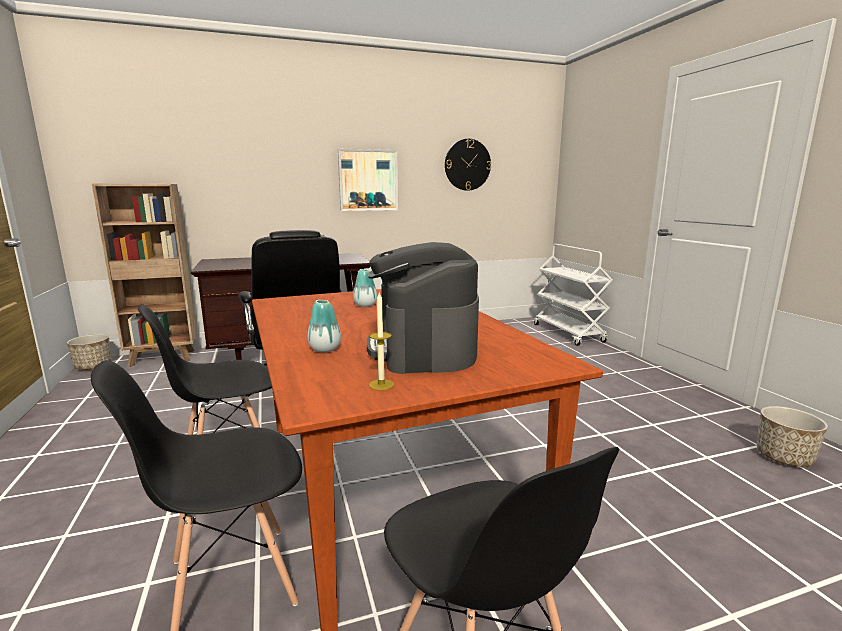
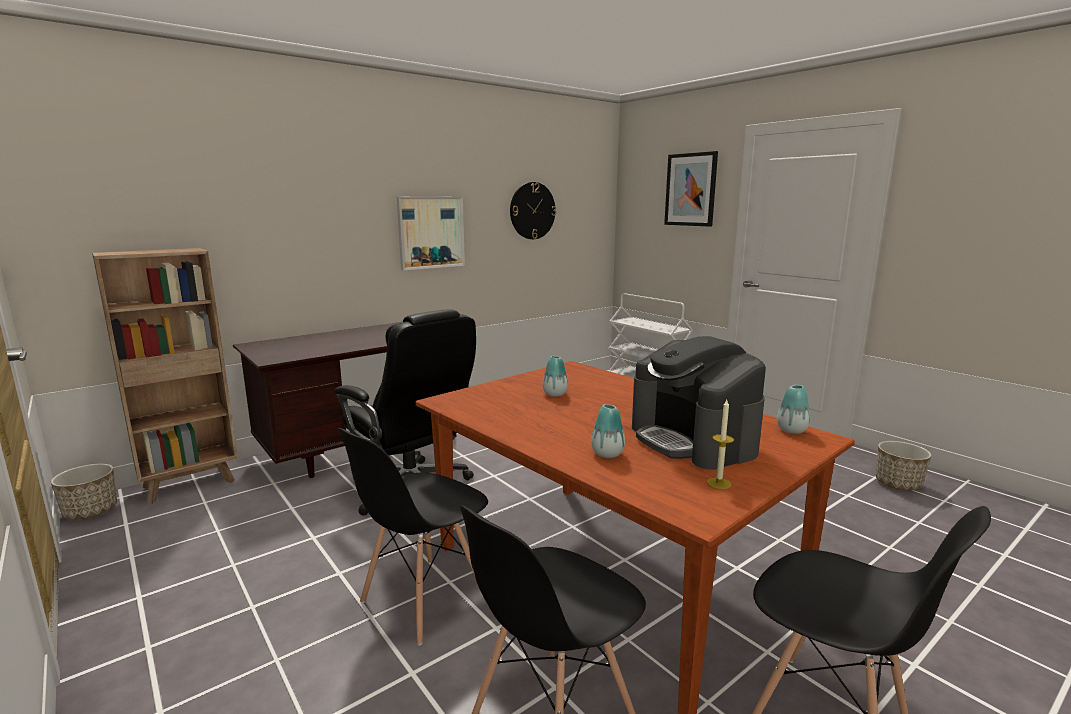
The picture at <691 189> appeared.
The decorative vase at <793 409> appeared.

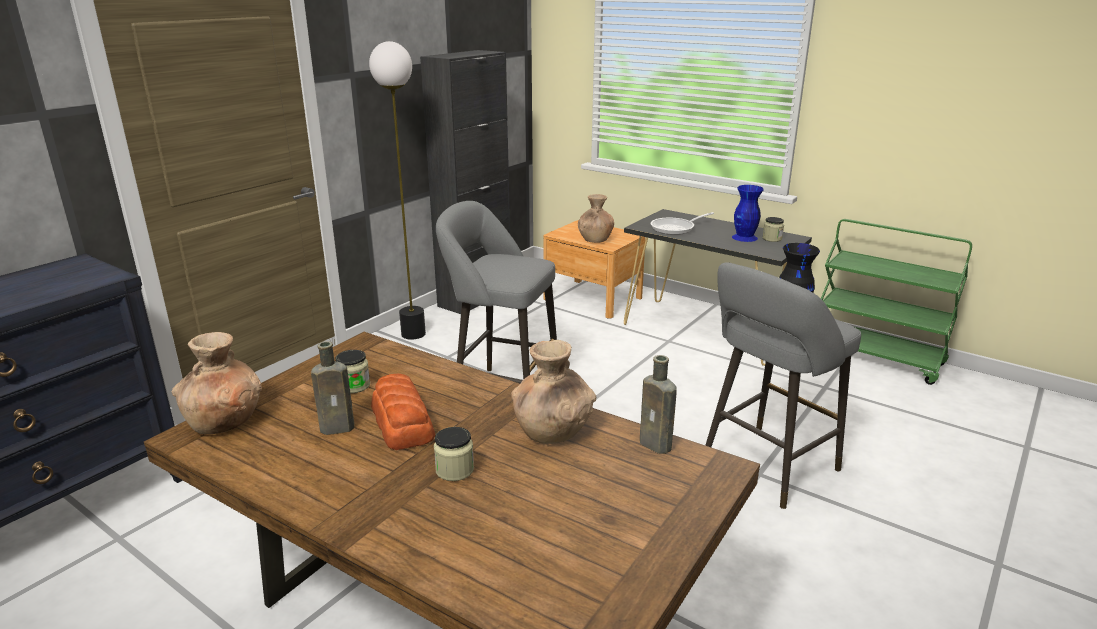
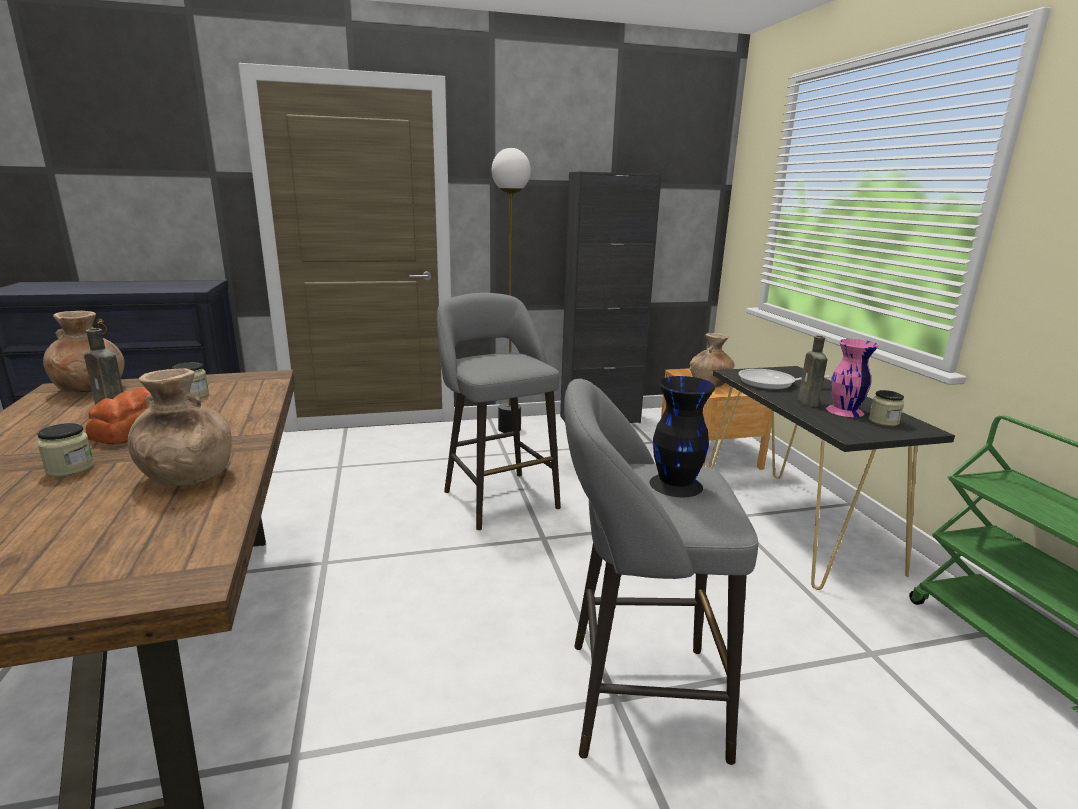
The decorative vase in bluish at <748 213> became the decorative vase in pink at <852 378>.
The beverage bottle in brownish moved from <658 404> to <812 371>.

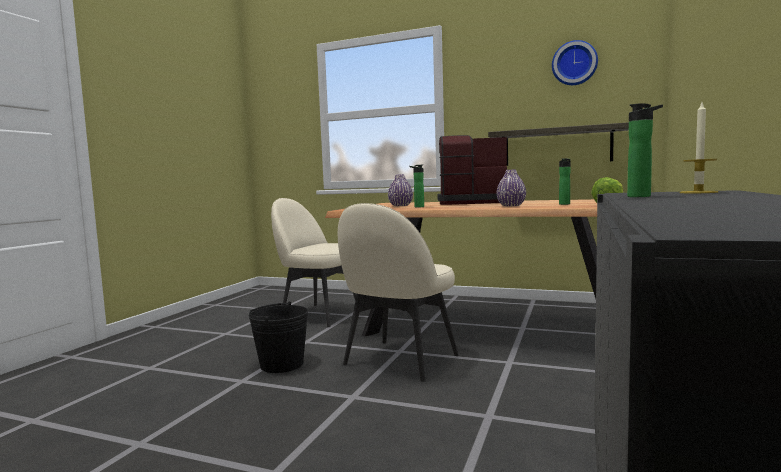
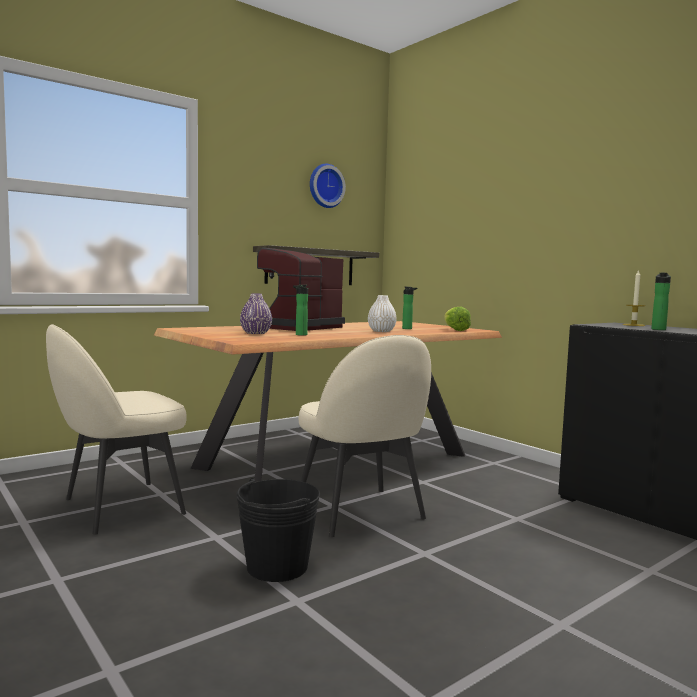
The decorative vase in purple-coloured at <511 188> became the decorative vase in white-coloured at <382 313>.

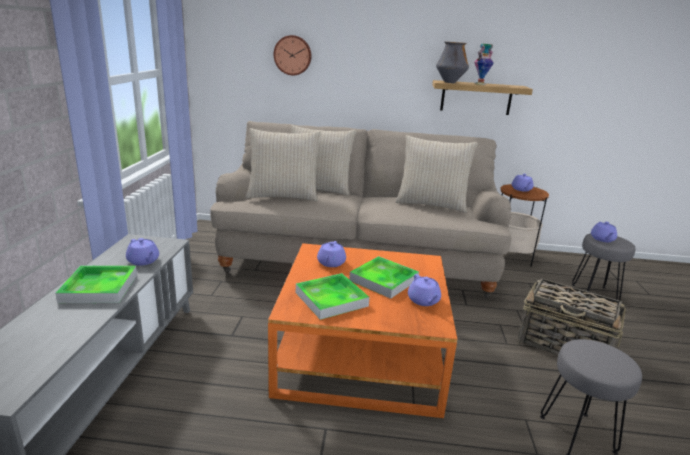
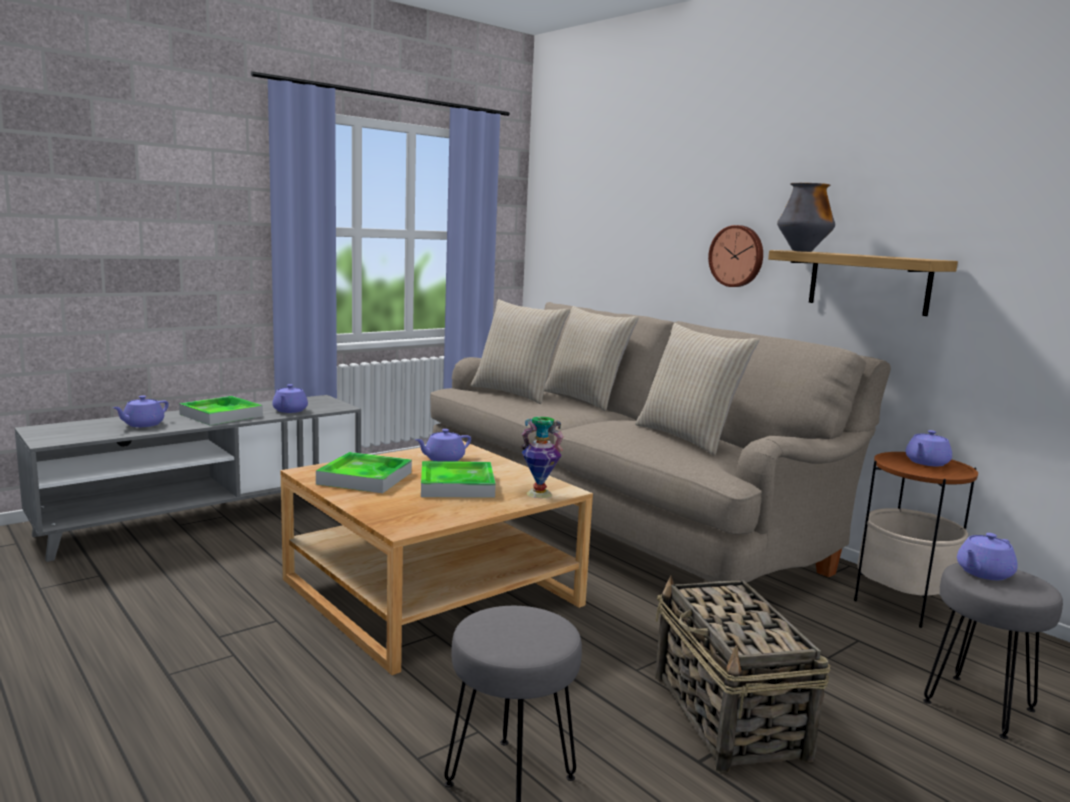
The clock on the wall moved from <293 55> to <735 256>.
The decorative vase moved from <484 64> to <542 457>.
The coffee table in orange at <362 330> became the coffee table in beige-coloured at <436 558>.
The teapot in purple-coloured moved from <424 290> to <140 411>.

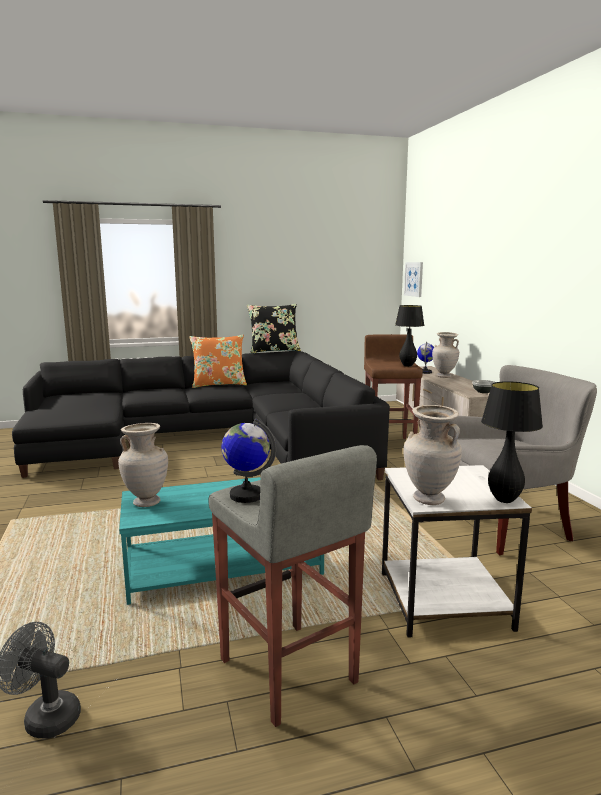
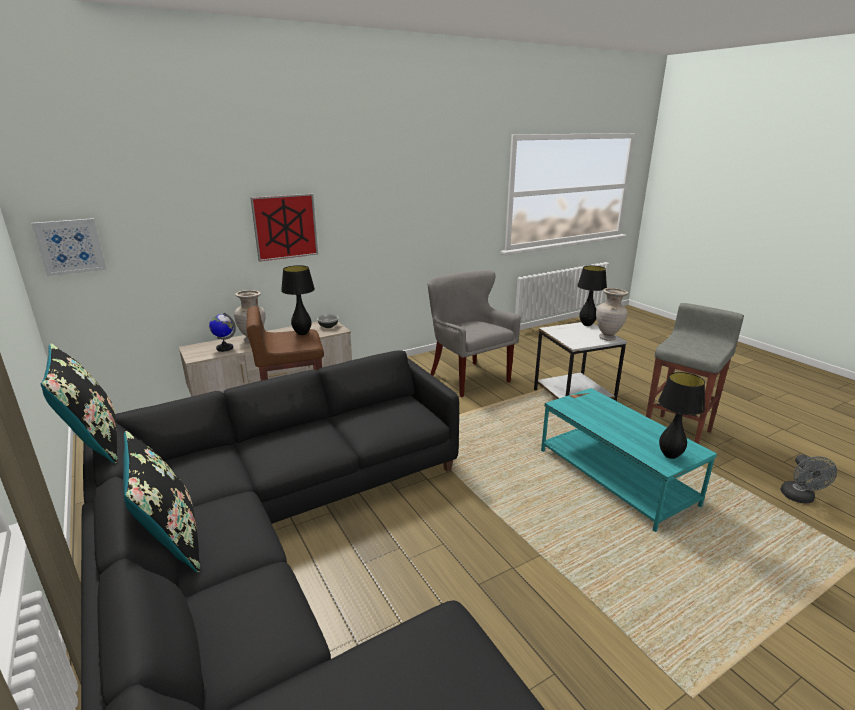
The cushion in orange at <218 361> became the cushion in blackish at <161 501>.
The desk globe at <248 461> disappeared.
The decorative vase in beige-coloured at <143 465> was replaced by the tabletop lamp in blackish at <681 415>.
The picture at <284 228> appeared.

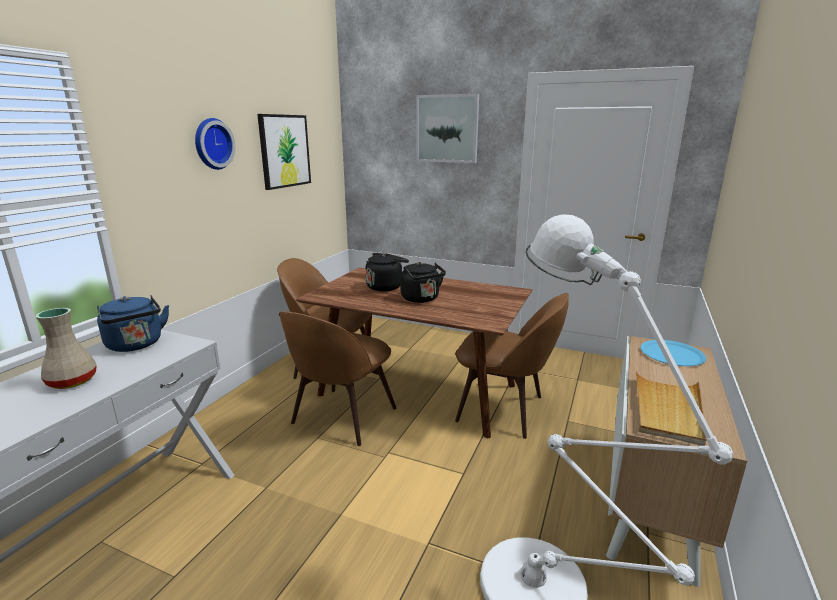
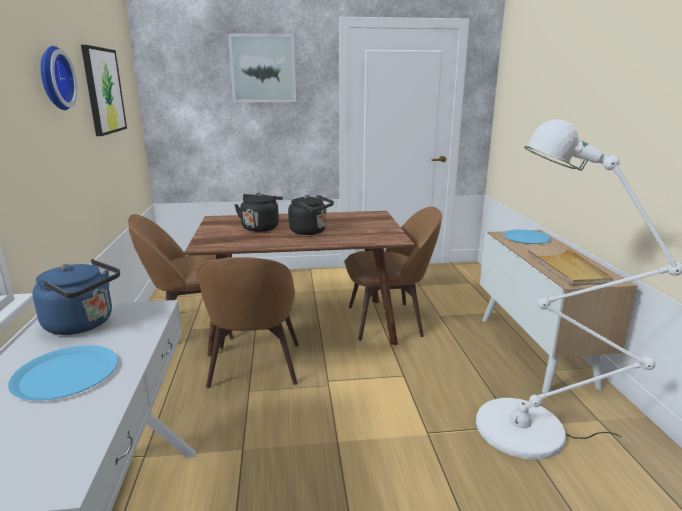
The decorative vase in beige-coloured at <66 348> was replaced by the flat dish in bluish at <63 373>.

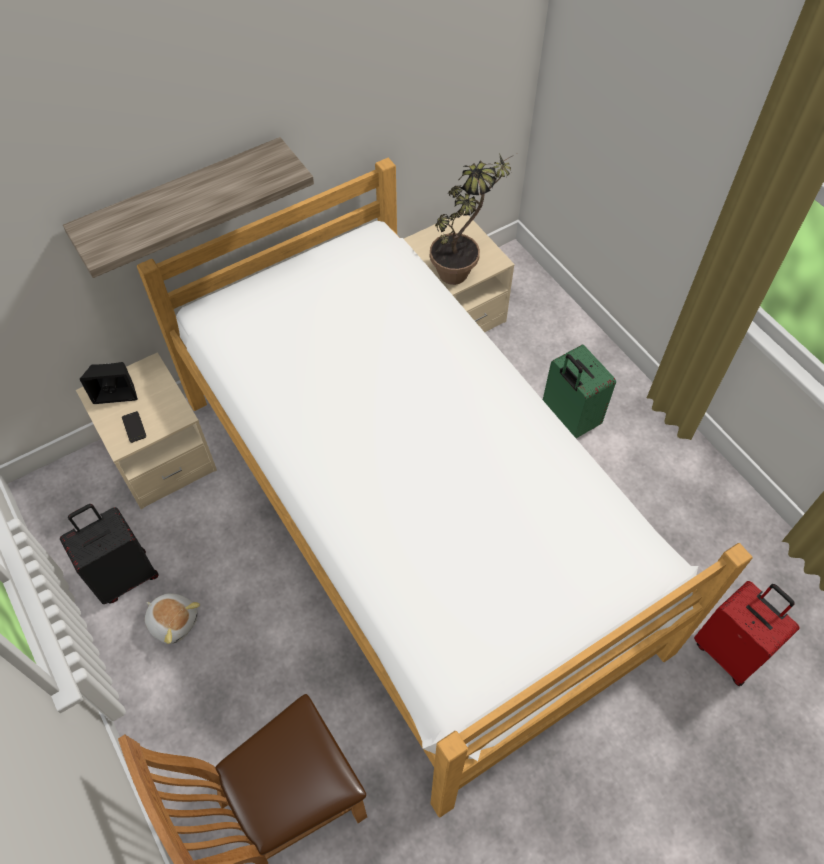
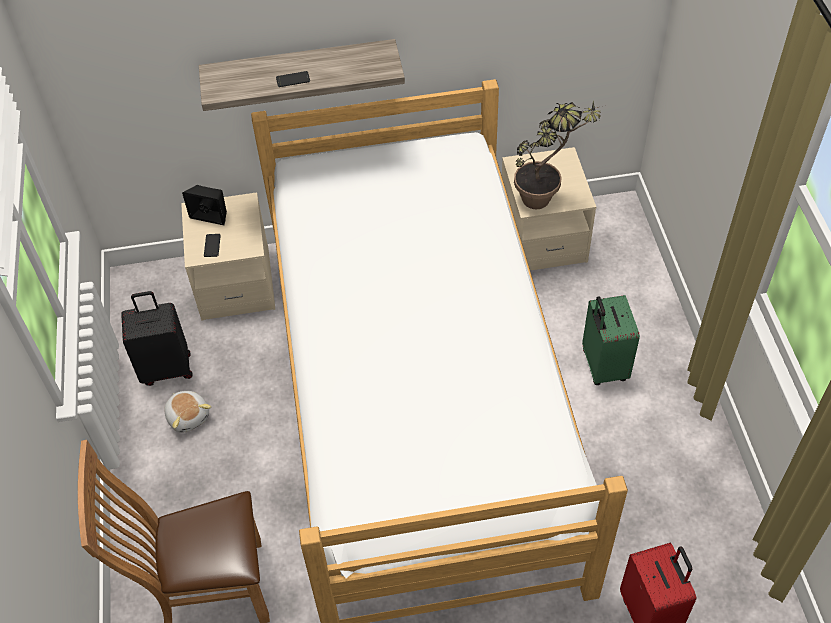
The handset at <293 79> appeared.

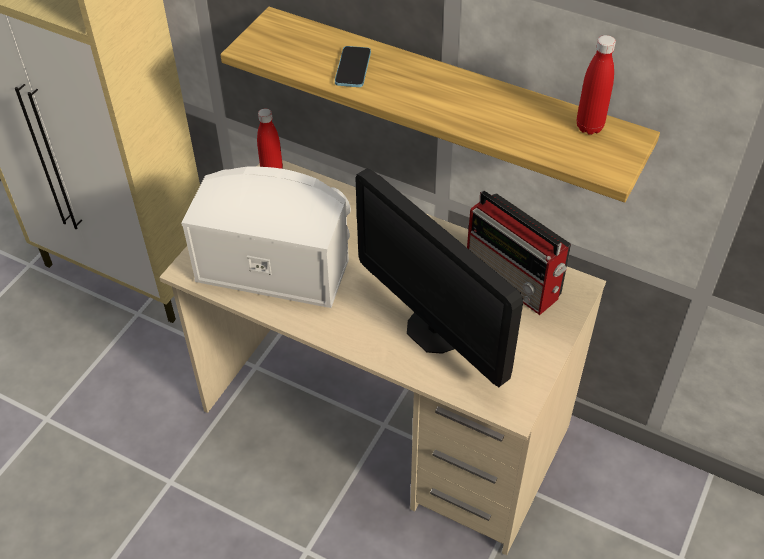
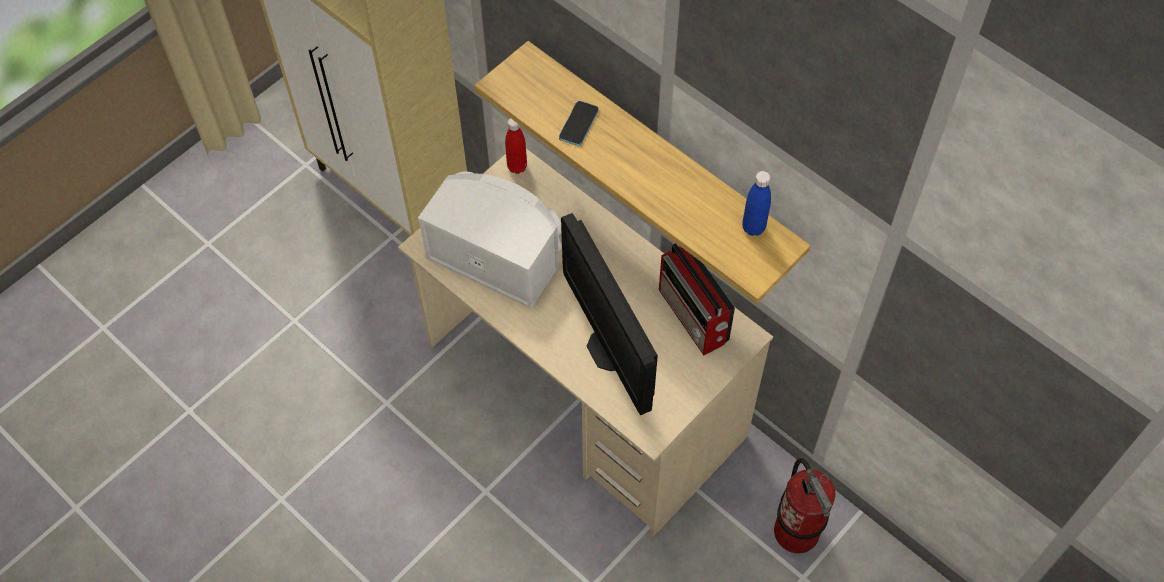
The beverage bottle in reddish at <596 85> became the beverage bottle in bluish at <756 203>.
The fire-fighting cylinder at <804 505> appeared.

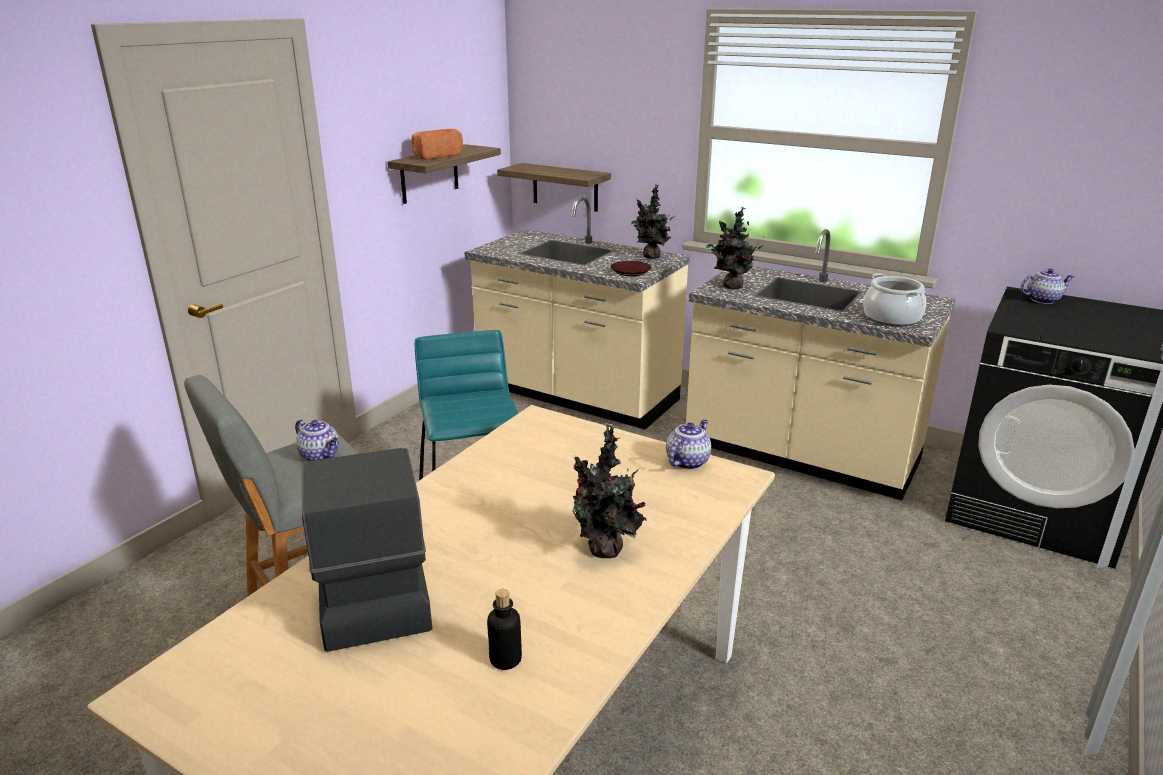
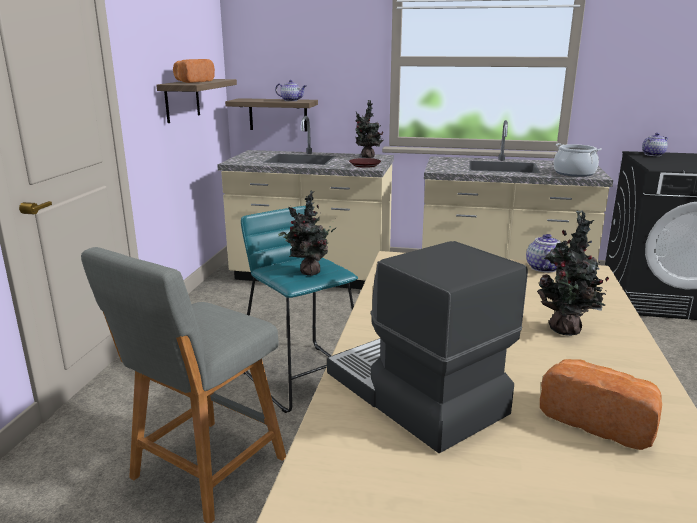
The houseplant moved from <735 248> to <307 233>.
The teapot moved from <317 440> to <290 90>.
The beverage bottle at <504 629> was replaced by the baked bread at <601 404>.

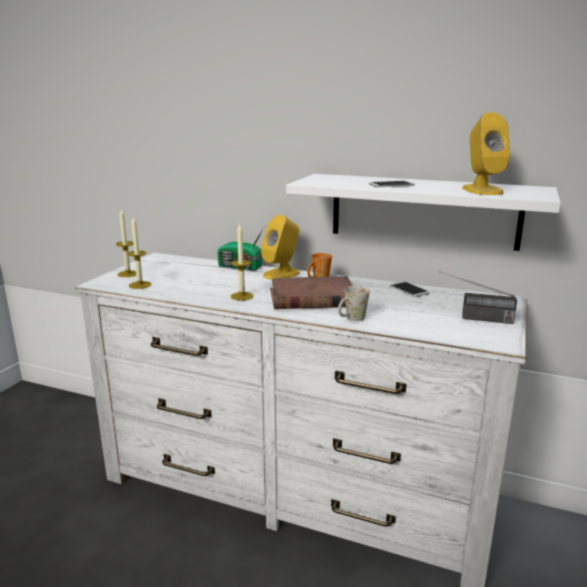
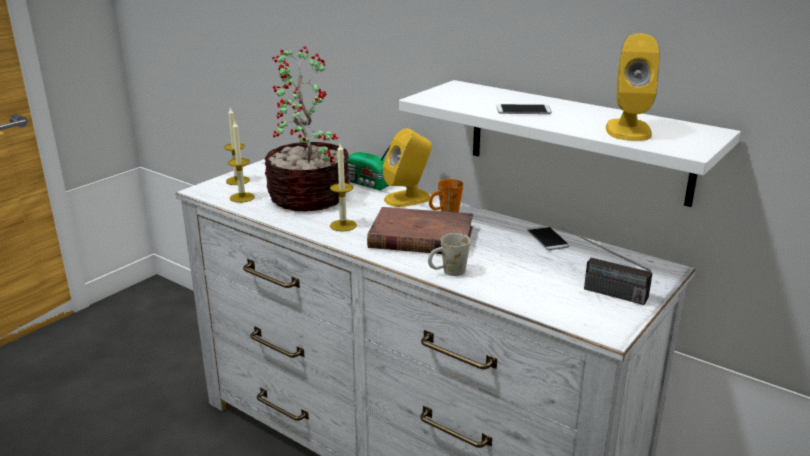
The houseplant at <307 129> appeared.

